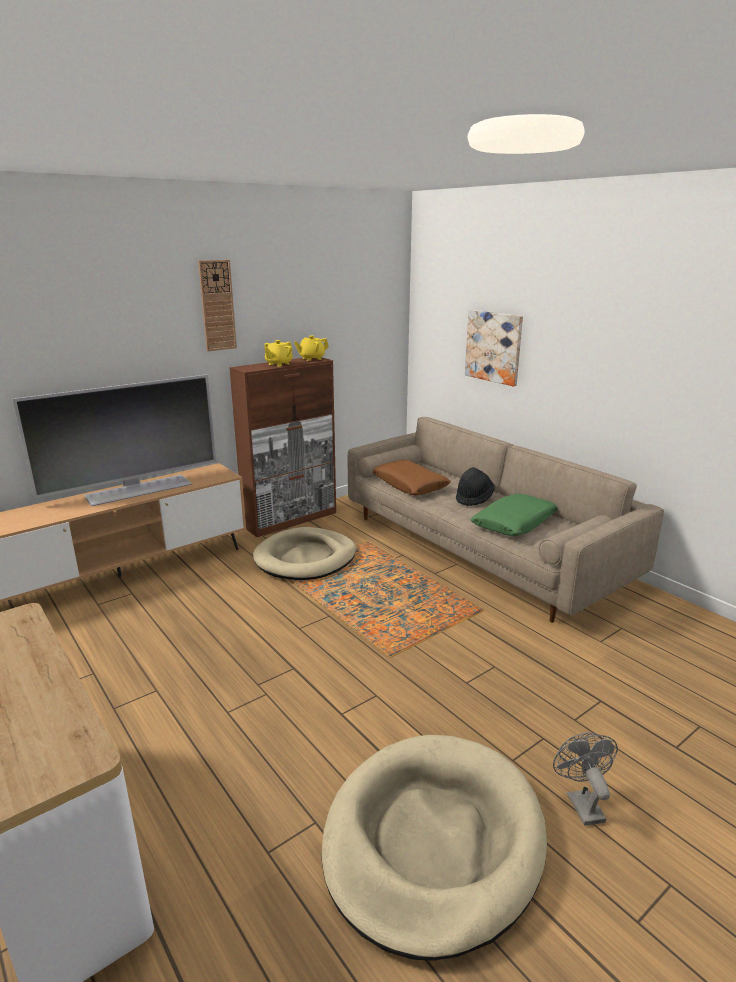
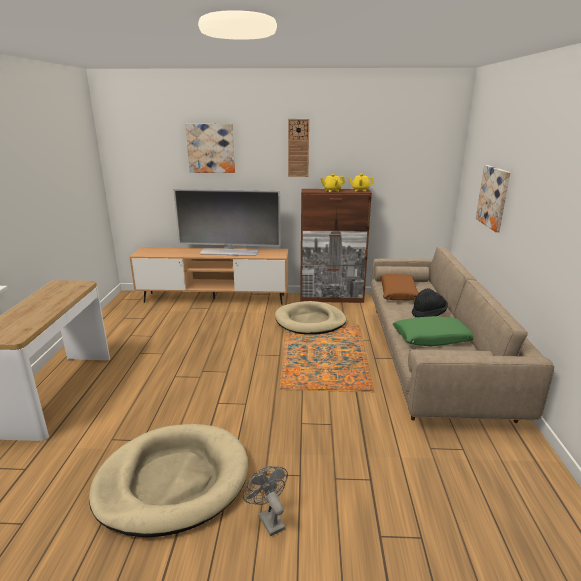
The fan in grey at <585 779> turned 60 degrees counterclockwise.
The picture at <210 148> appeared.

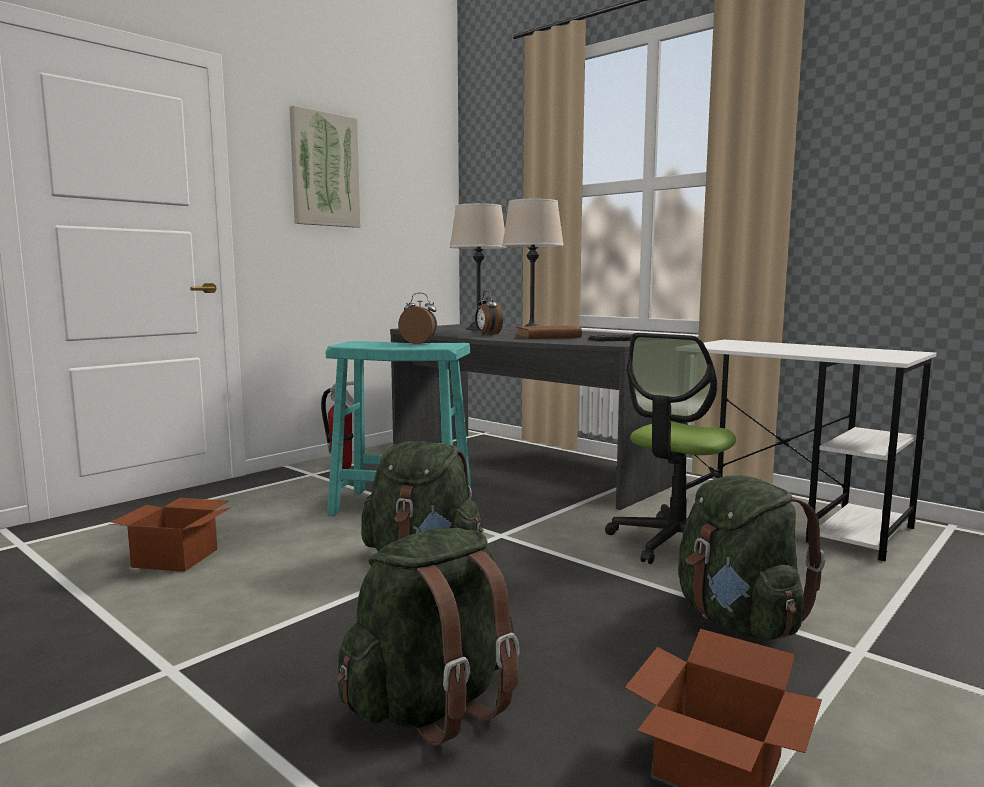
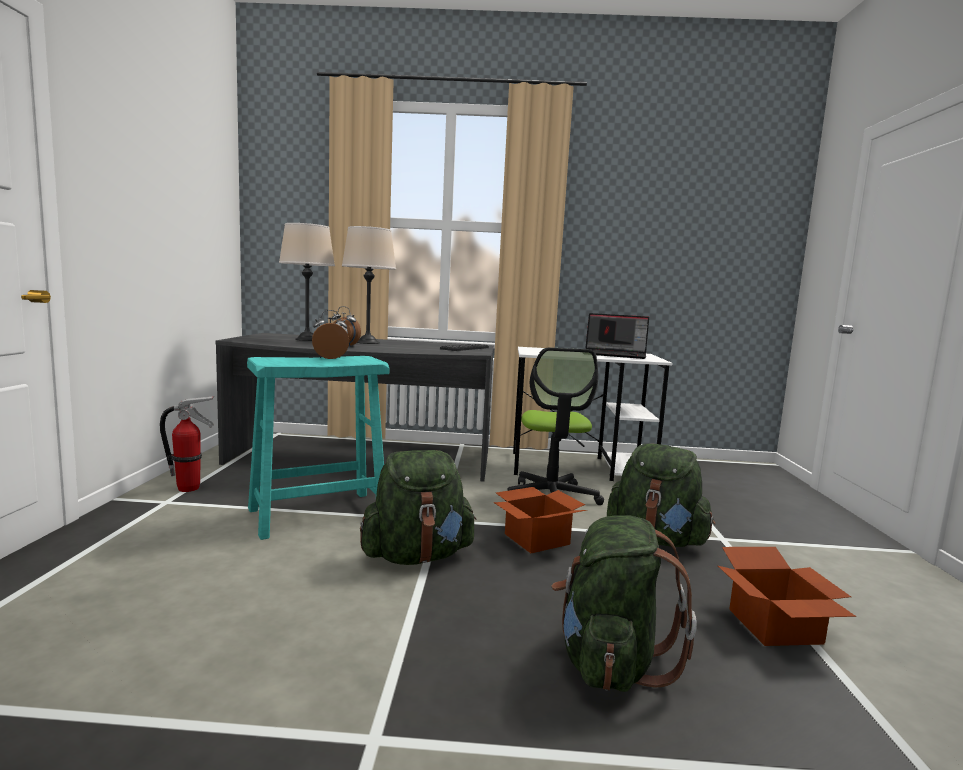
The picture at <325 167> disappeared.
The book in brownish at <549 332> disappeared.
The cardboard box moved from <169 535> to <540 520>.
The laptop at <617 336> appeared.

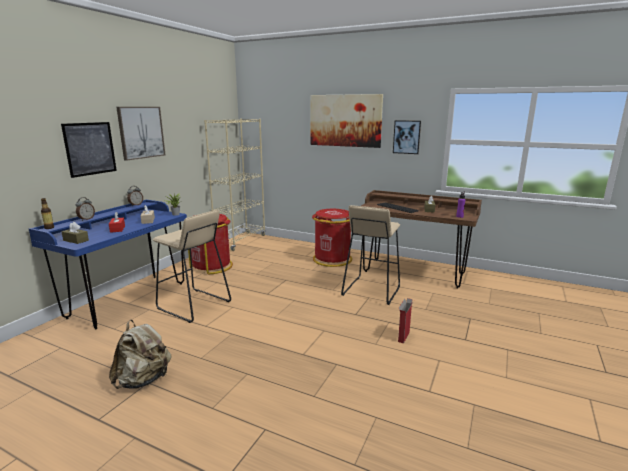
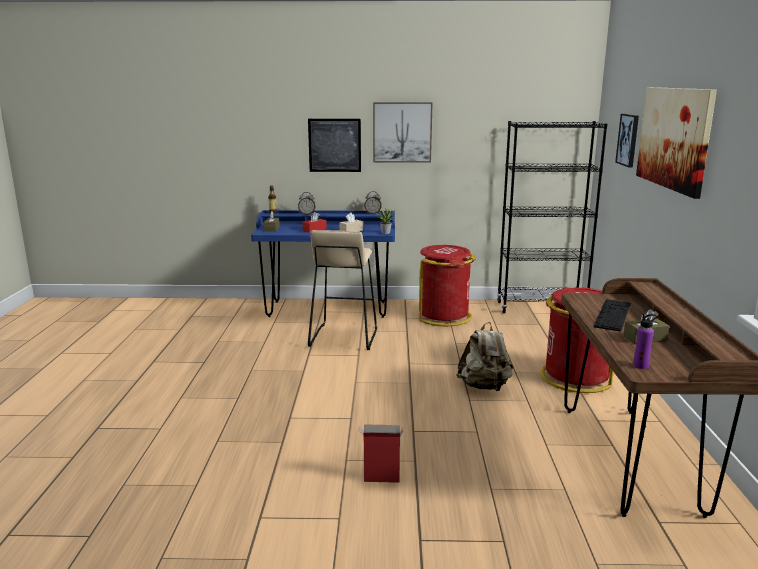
The bookcase in beige-coloured at <235 185> became the bookcase in blackish at <552 217>.
The picture moved from <407 137> to <627 141>.
The stool in beige-coloured at <370 255> disappeared.
The rucksack in beige-coloured moved from <140 354> to <484 356>.

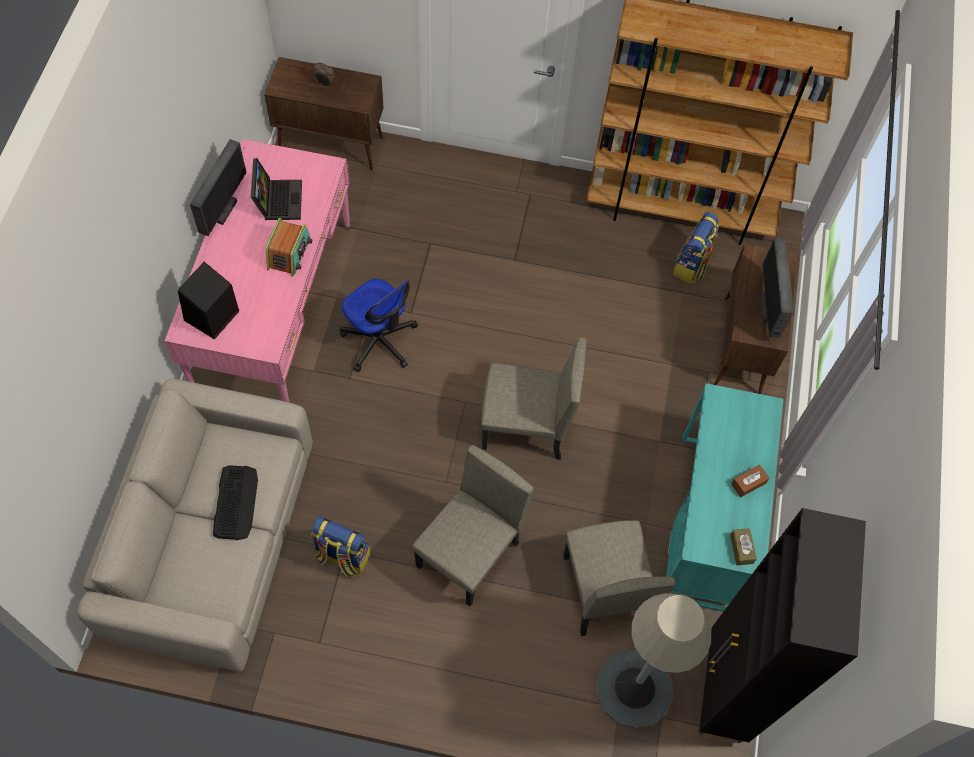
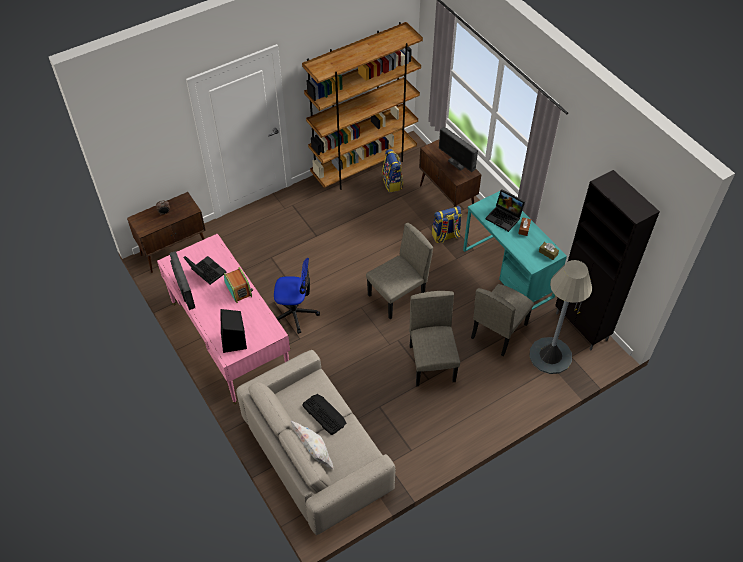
The rucksack moved from <340 546> to <447 224>.
The upright chair in beige-coloured at <619 578> turned 90 degrees clockwise.
The laptop at <505 210> appeared.
The cushion in white-coloured at <312 445> appeared.

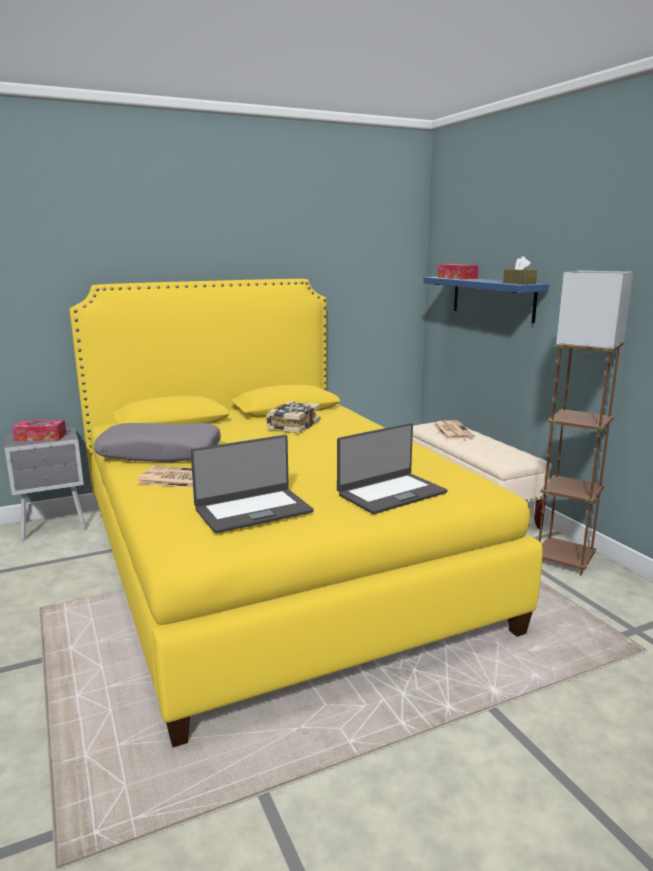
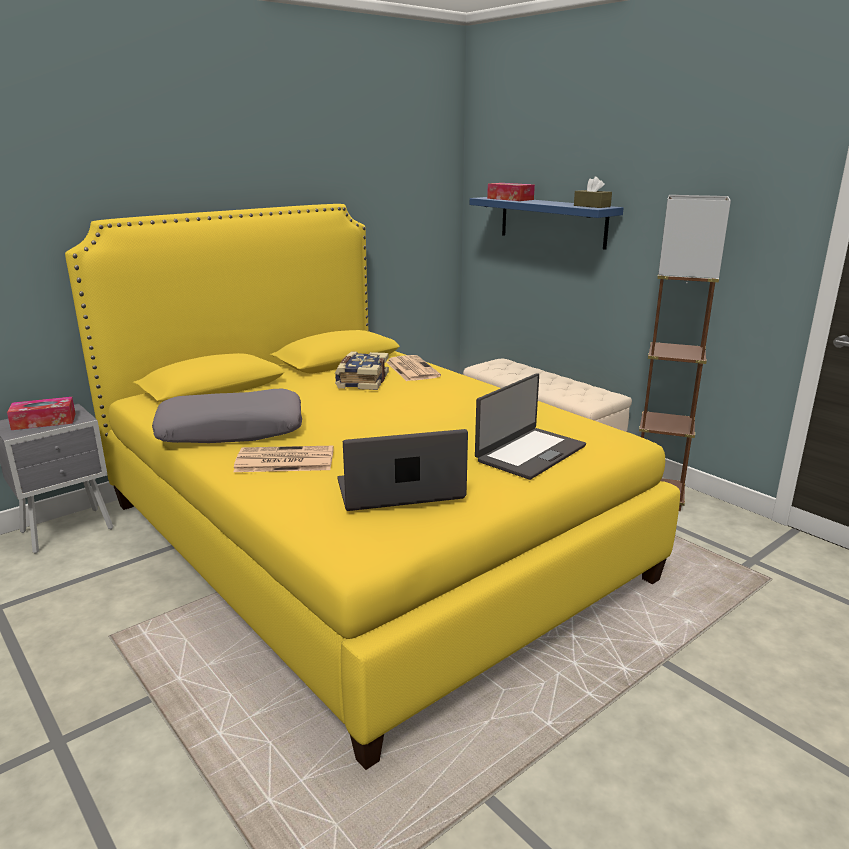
The daily paper moved from <454 429> to <413 368>.
The laptop at <252 484> turned 150 degrees counterclockwise.

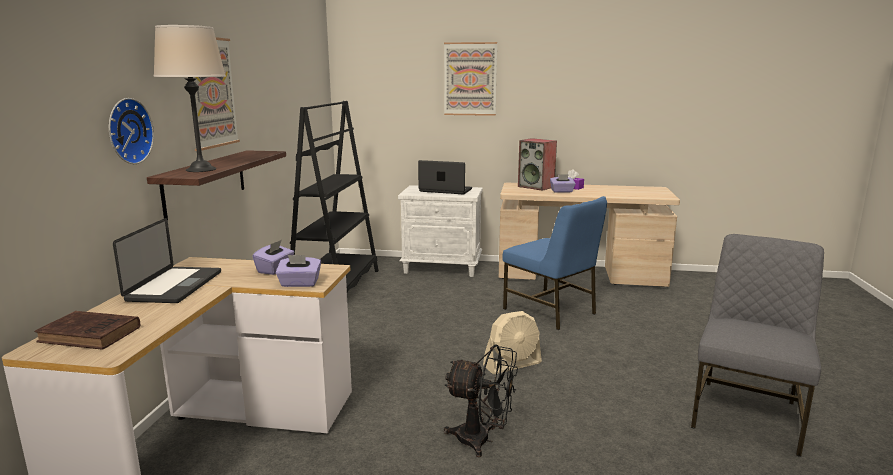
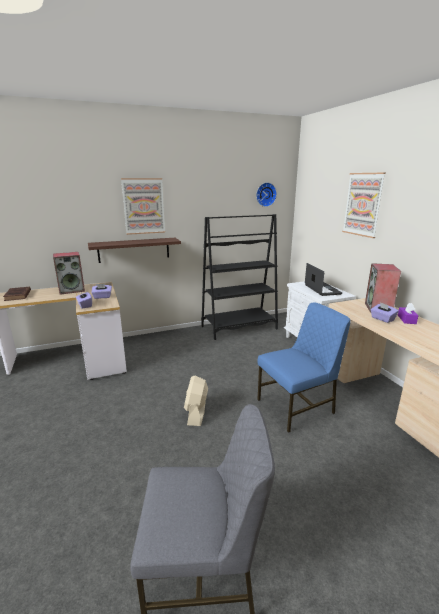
The tabletop lamp in beige-coloured at <189 98> disappeared.
The clock on the wall moved from <131 131> to <266 194>.
The upright chair in bluish at <554 263> turned 135 degrees counterclockwise.
The laptop at <167 260> was replaced by the loudspeaker at <69 273>.
The fan in beige-coloured at <512 342> turned 60 degrees clockwise.
The fan in blackish at <481 400> disappeared.

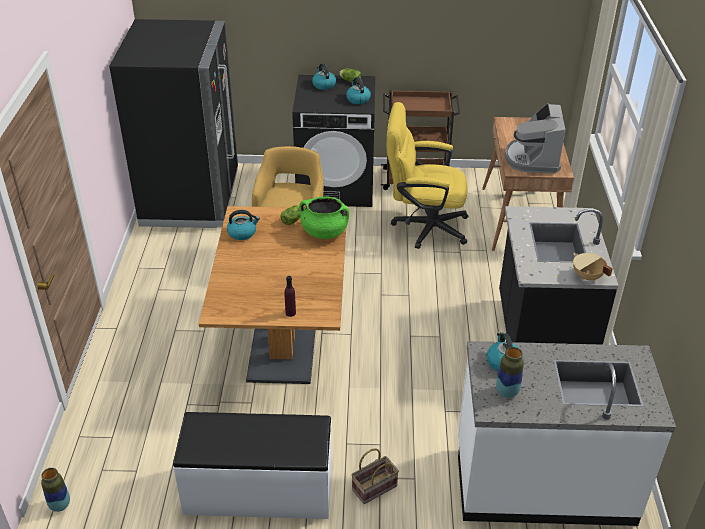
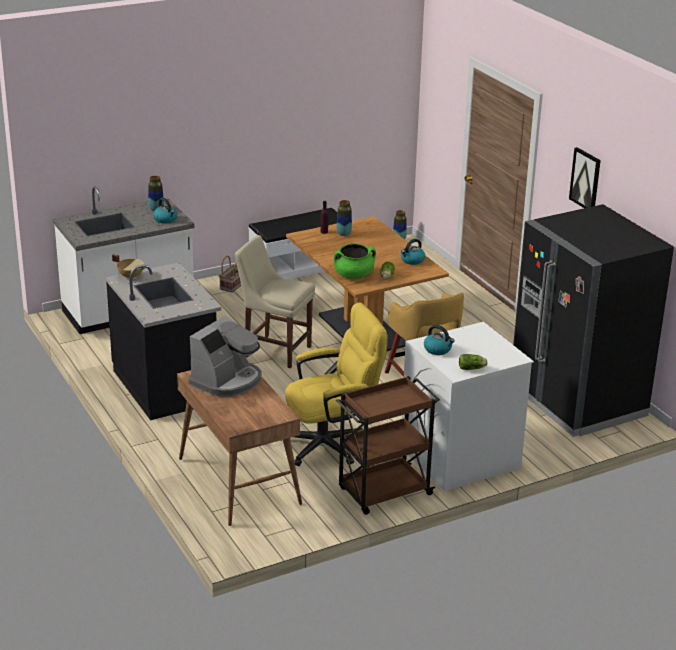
The water kettle at <324 76> disappeared.
The laundry machine in blackish at <333 141> became the laundry machine in white-coloured at <468 407>.
The coffee machine at <535 138> turned 60 degrees clockwise.
The picture at <585 177> appeared.
The decorative vase at <344 218> appeared.
The upright chair in beige-coloured at <275 301> appeared.

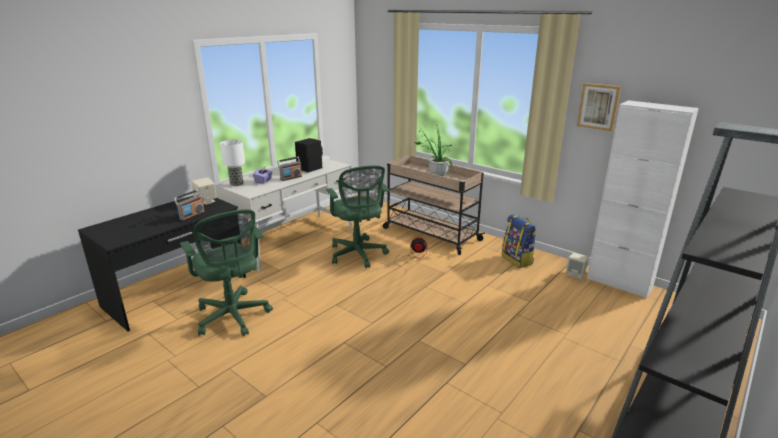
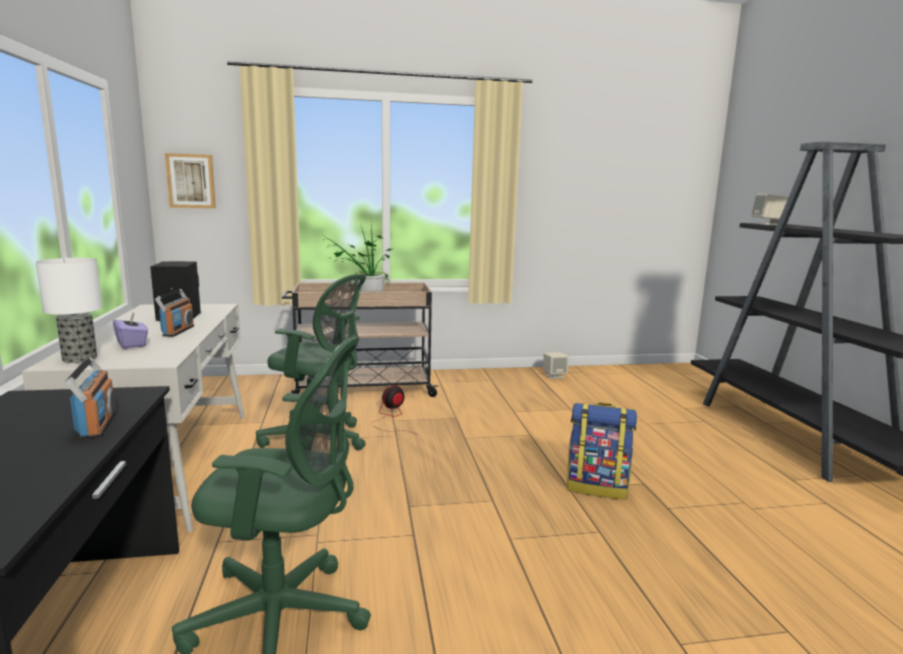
The picture moved from <599 107> to <190 180>.
The cabinet in white-coloured at <643 199> disappeared.
The loudspeaker in beige-coloured moved from <203 191> to <770 209>.
The rucksack moved from <519 241> to <602 451>.

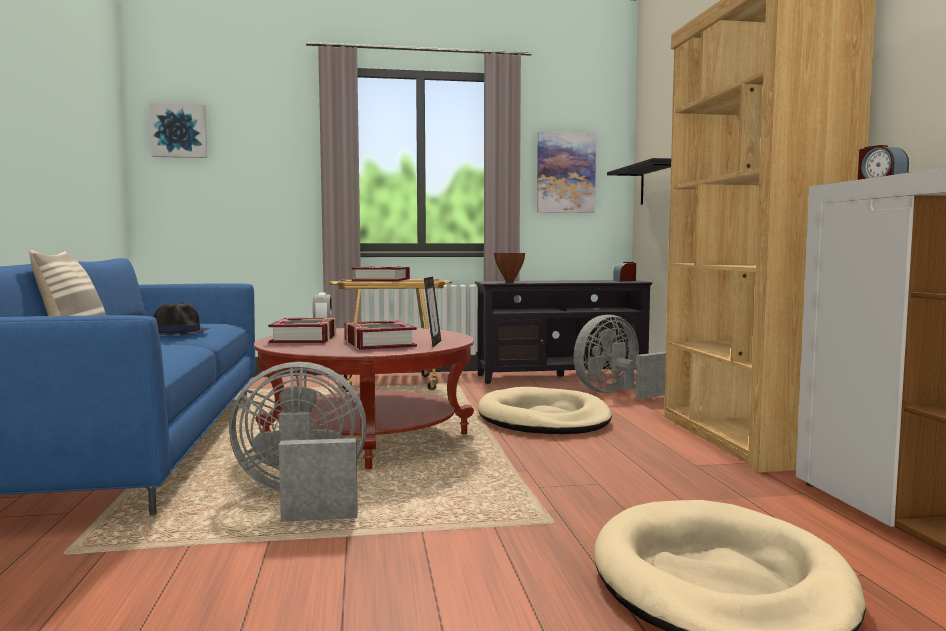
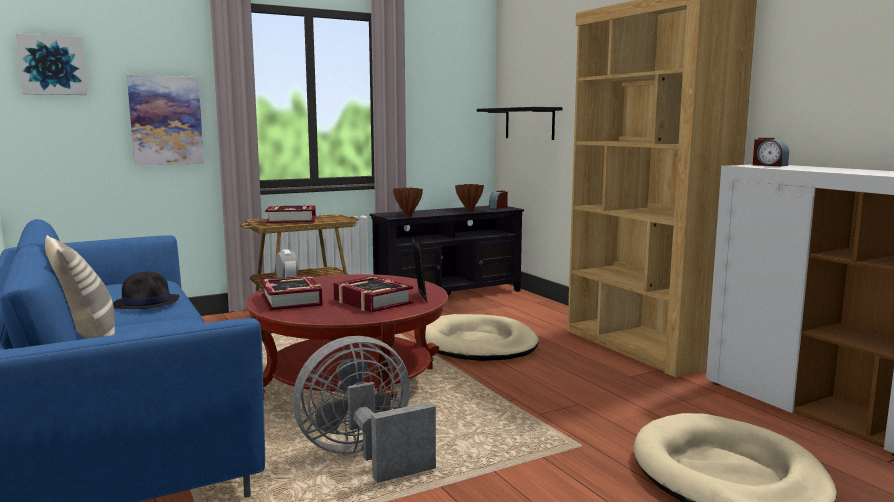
The picture moved from <566 172> to <165 120>.
The fan in grey at <620 357> disappeared.
The decorative vase in brownish at <469 197> appeared.

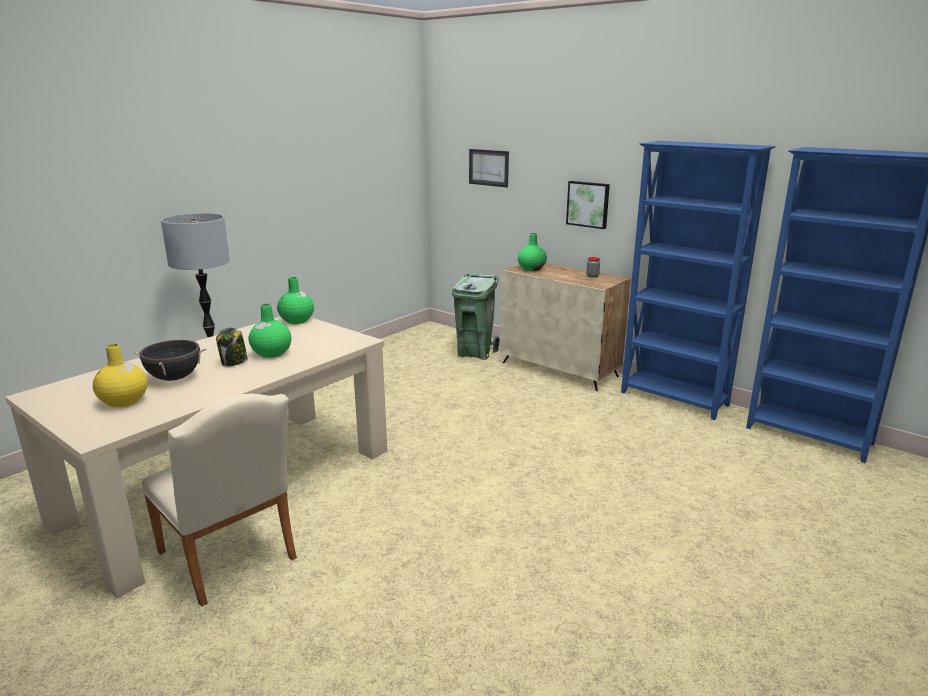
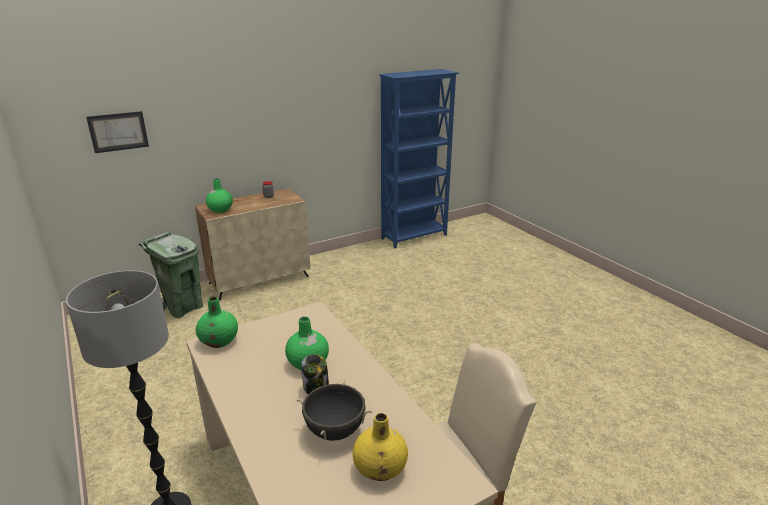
The bookcase in bluish at <698 280> disappeared.
The picture at <588 205> disappeared.

